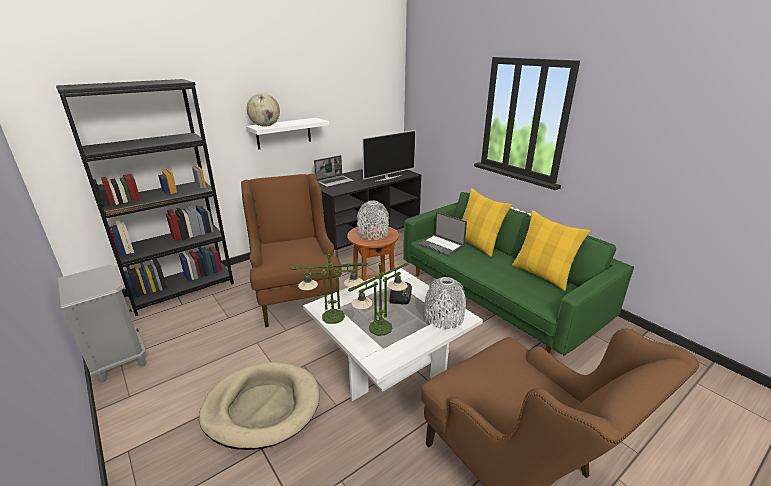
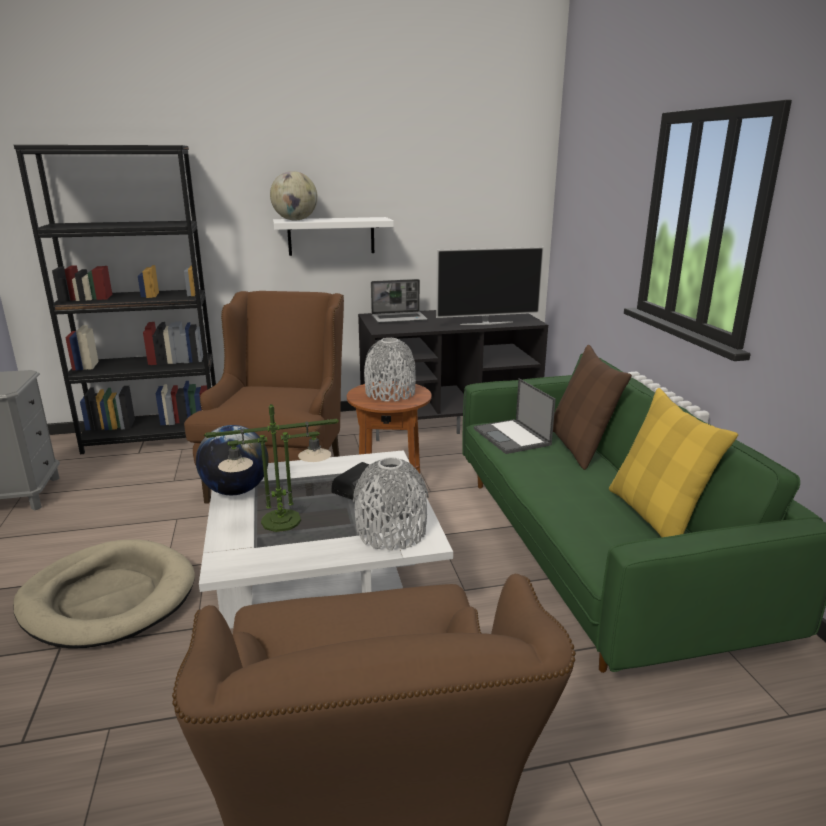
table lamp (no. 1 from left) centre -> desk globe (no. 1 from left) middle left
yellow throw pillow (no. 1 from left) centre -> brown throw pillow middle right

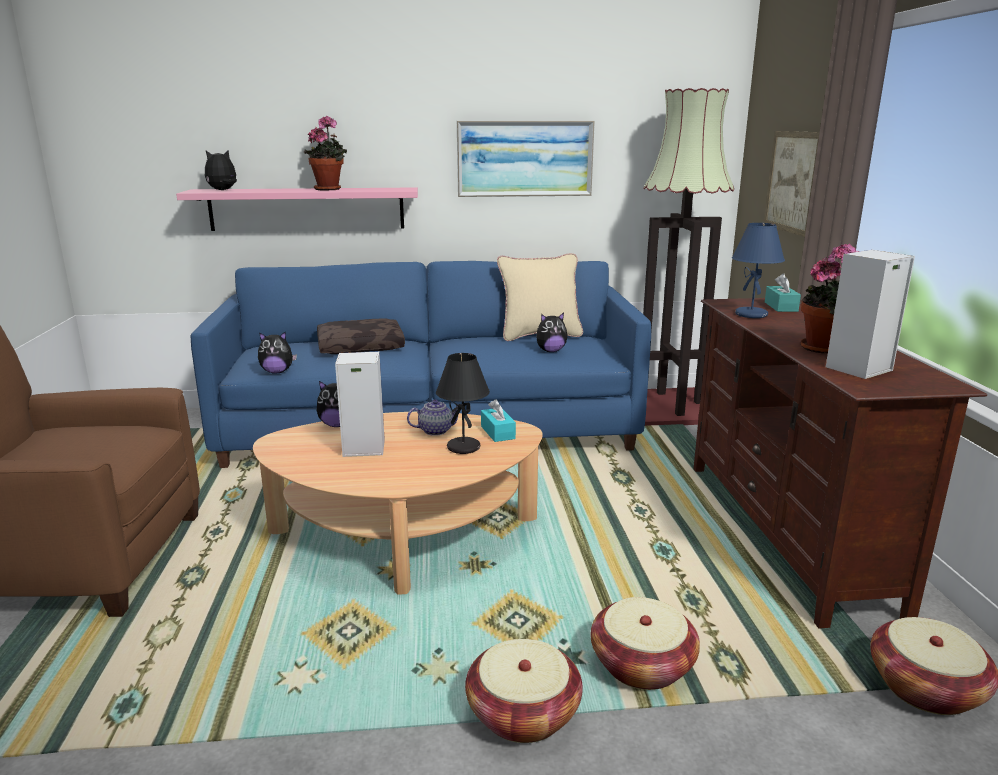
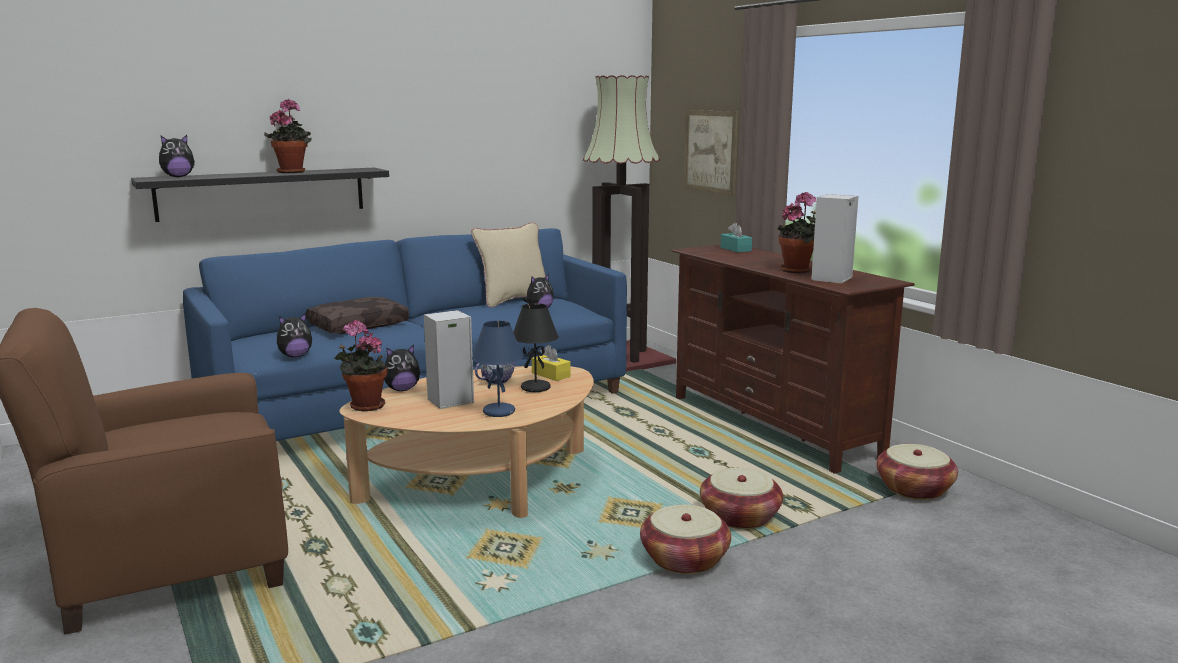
pink-coloured bracket shelf top left -> black-coloured bracket shelf top left
soft toy (no. 1 from left) top left, 150 degrees counterclockwise
none -> houseplant (no. 2 from left) middle left
blue table lamp middle right -> blue table lamp centre, relocated
blue-green tissue box (no. 1 from left) centre -> yellow tissue box centre
picture (no. 1 from left) top centre -> none

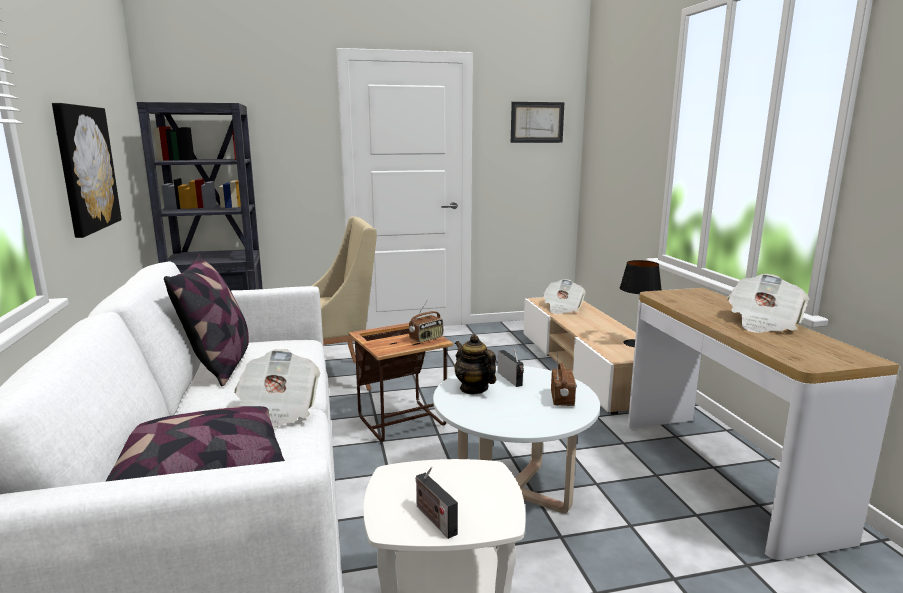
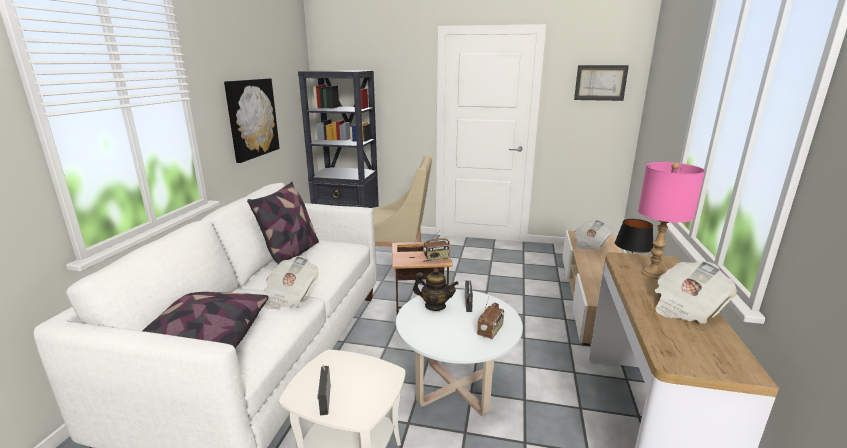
tea pot centre, 120 degrees clockwise
none -> pink-coloured table lamp middle right

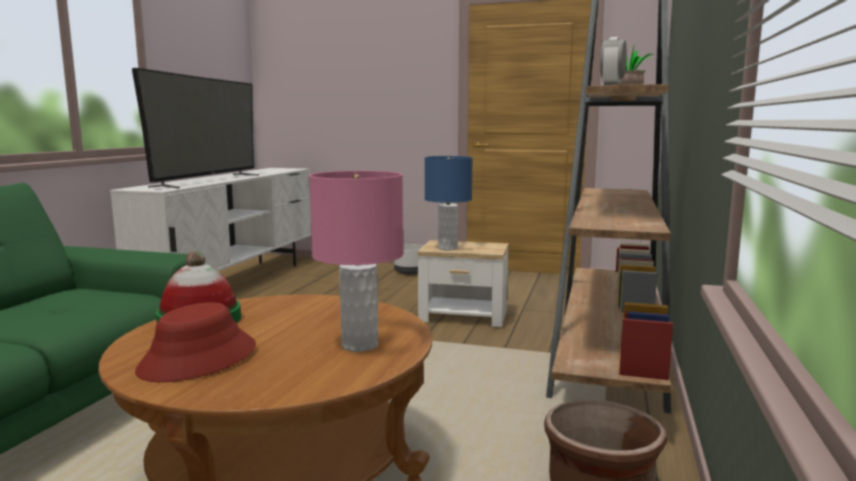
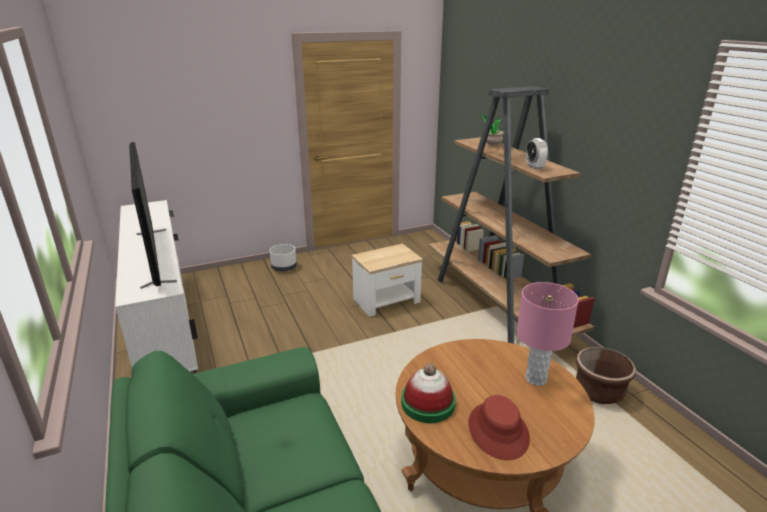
blue table lamp centre -> none

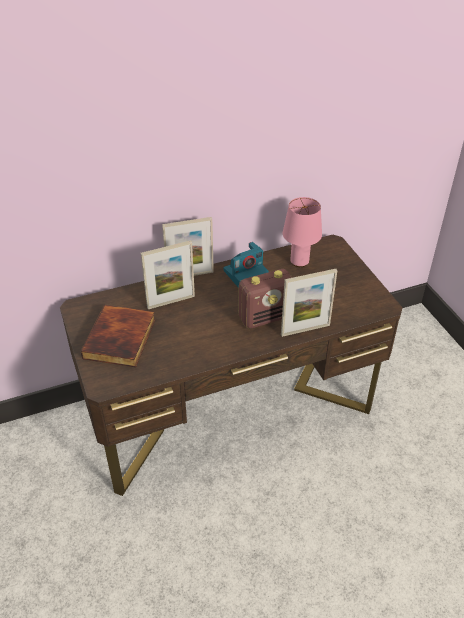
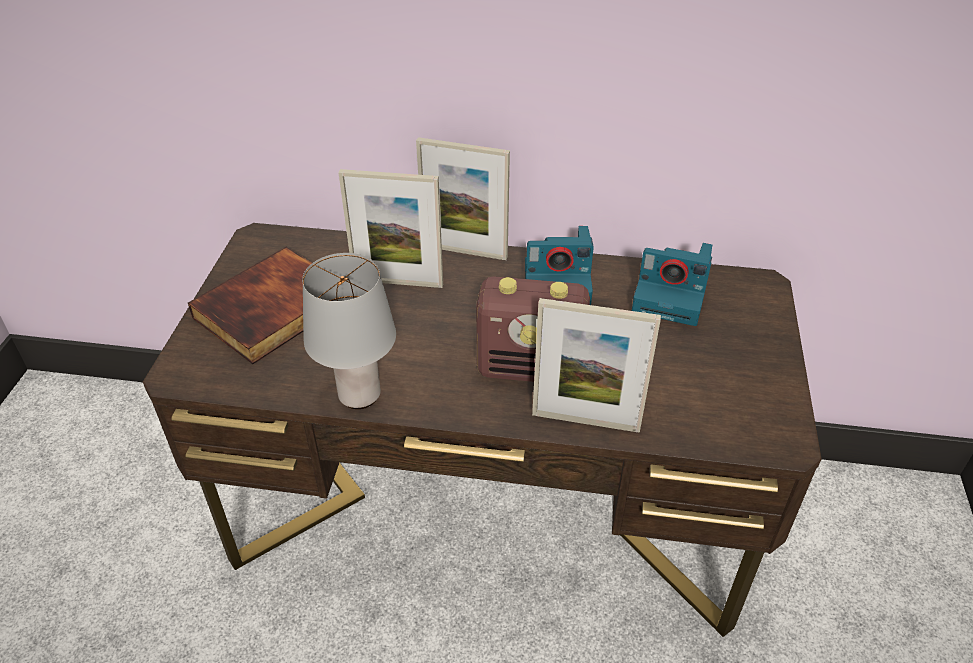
none -> grey table lamp centre
pink-coloured table lamp centre -> still camera (no. 2 from left) middle right

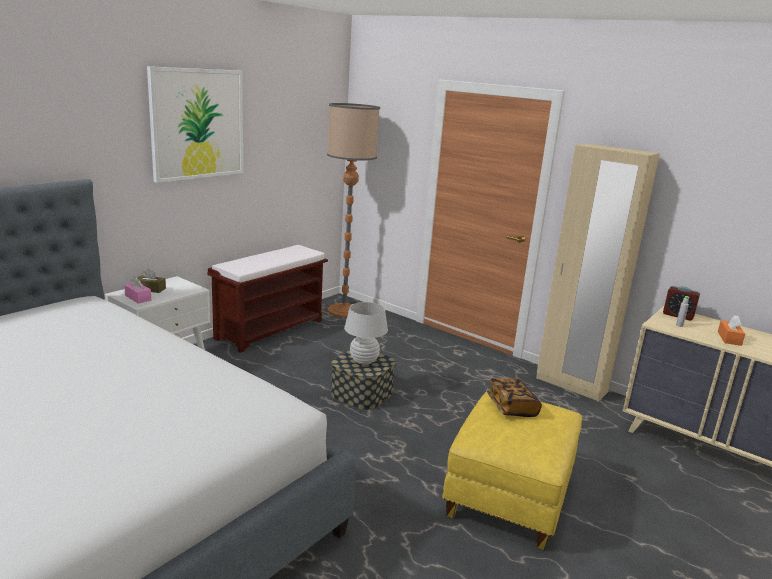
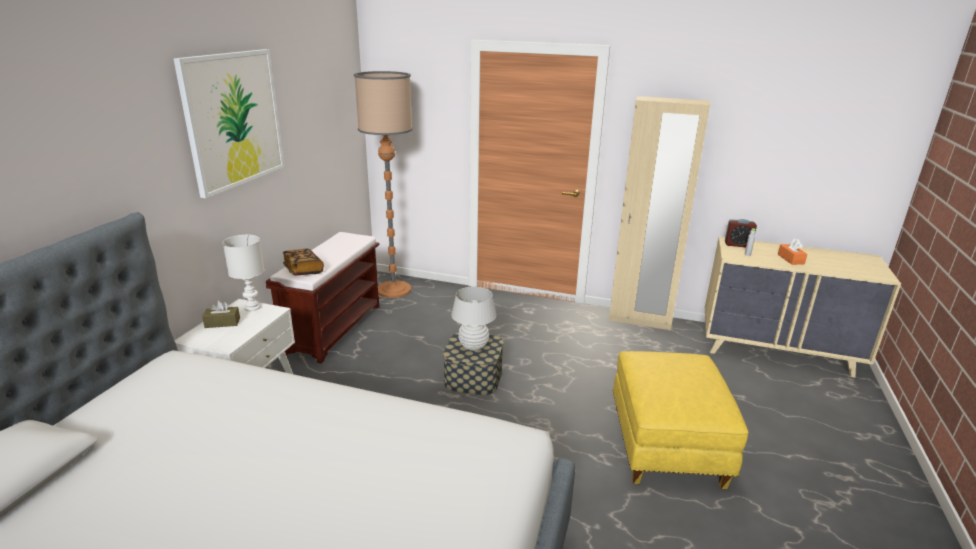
none -> white table lamp (no. 1 from left) middle left
book bottom centre -> book middle left, relocated
pink-coloured tissue box middle left -> none

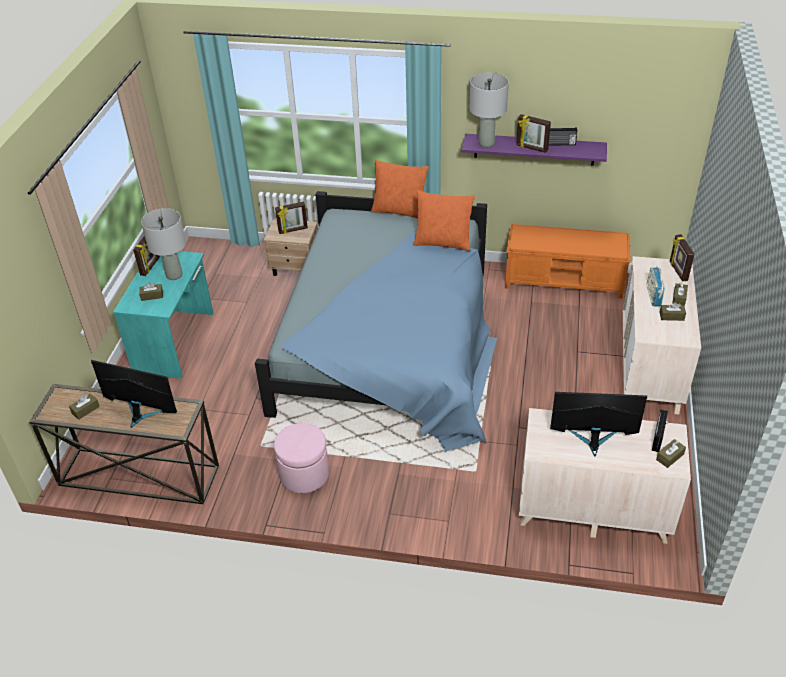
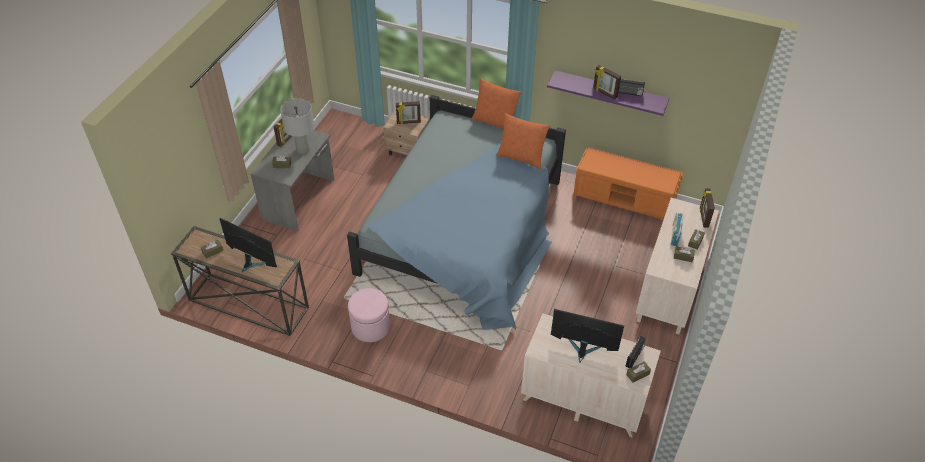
blue-green desk unit middle left -> grey desk unit middle left
grey table lamp (no. 2 from left) top centre -> none

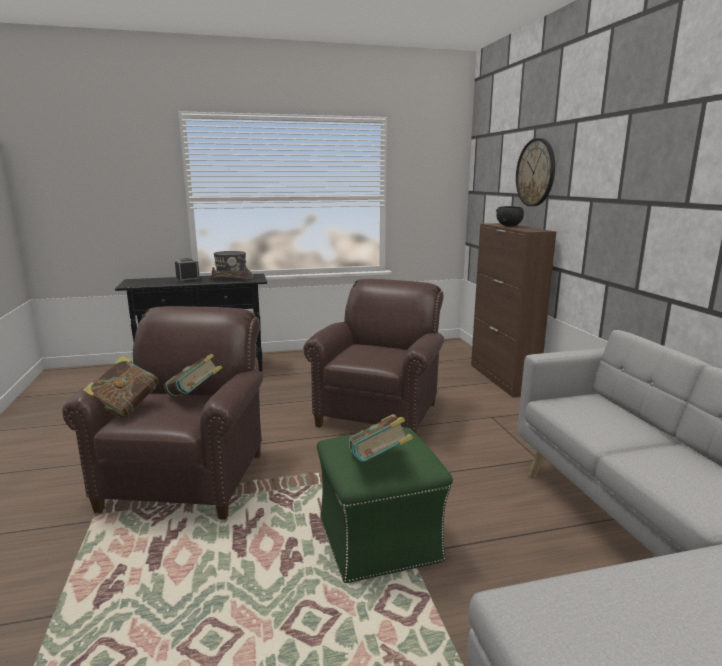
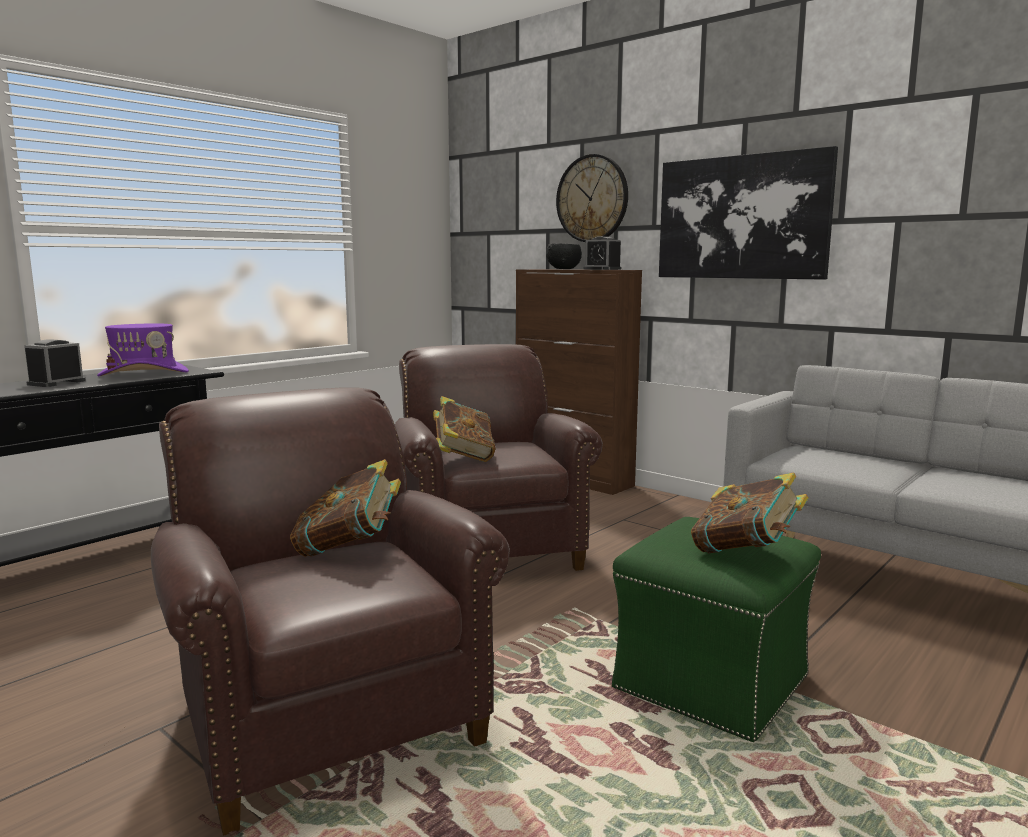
grey clothing hat middle left -> purplish clothing hat middle left
book (no. 1 from left in the first image) middle left -> book (no. 2 from left) centre, relocated
none -> alarm clock (no. 2 from left) top centre
none -> picture top right

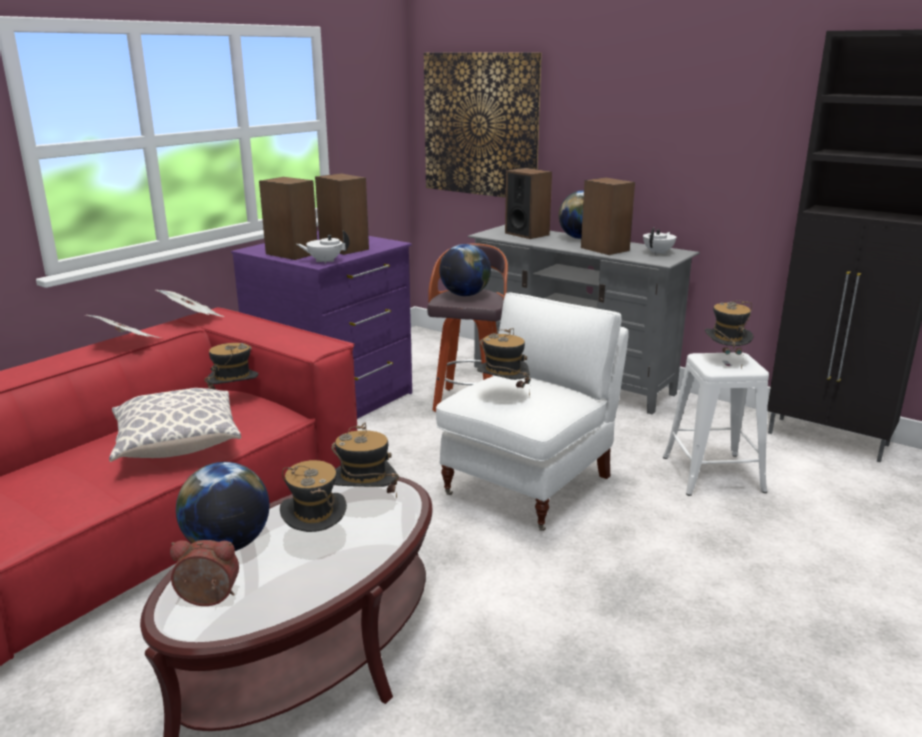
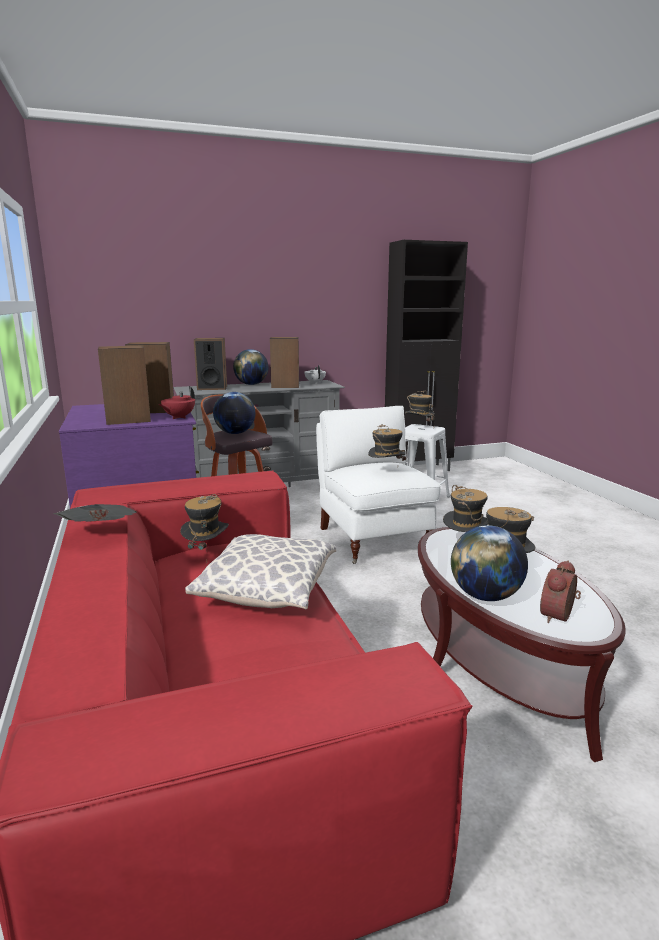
white tea pot (no. 1 from left) centre -> red tea pot middle left
printed paper (no. 2 from left) middle left -> none
picture top centre -> none

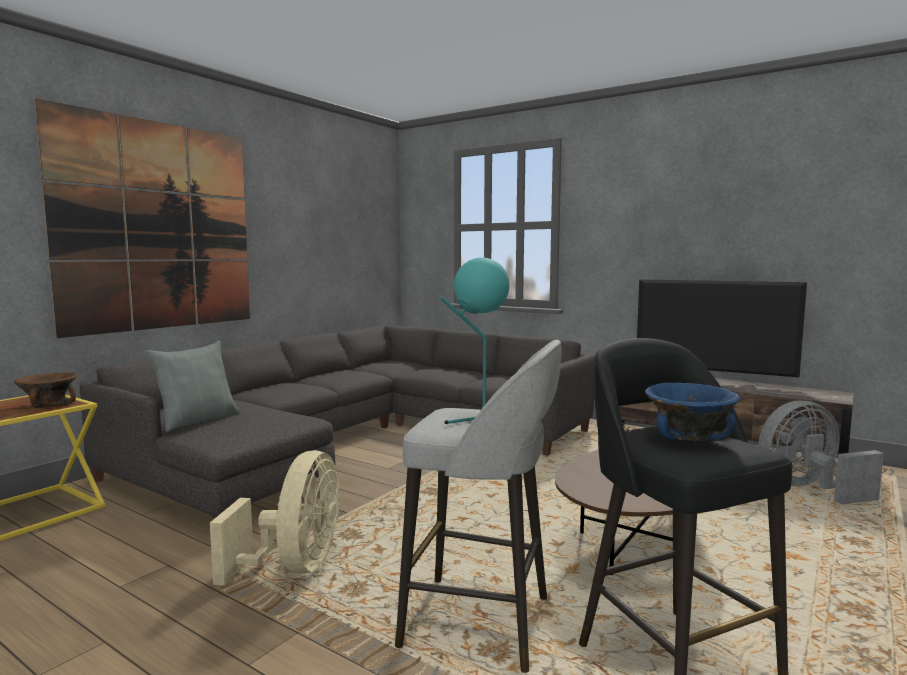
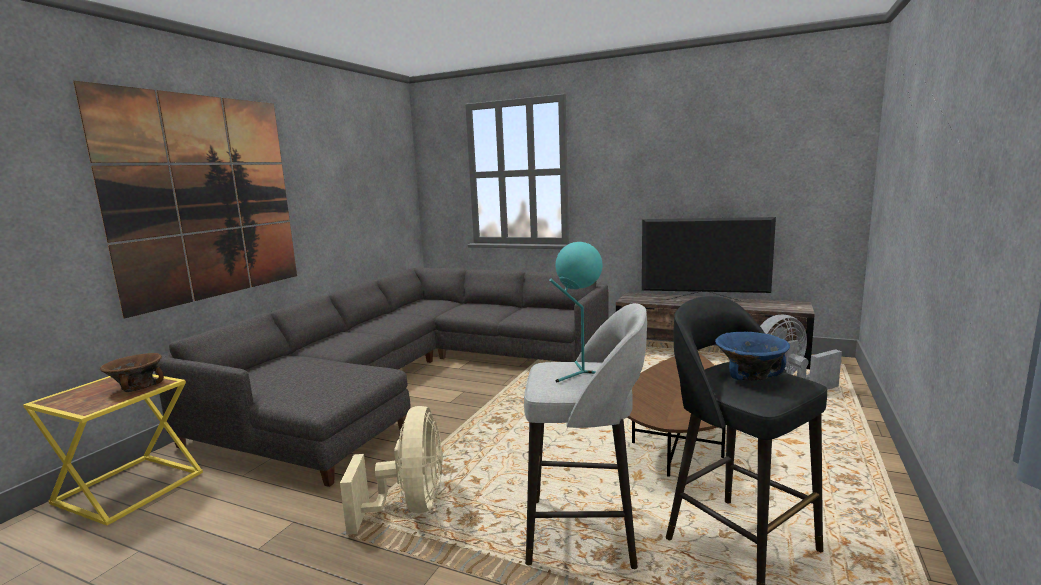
grey throw pillow middle left -> none

